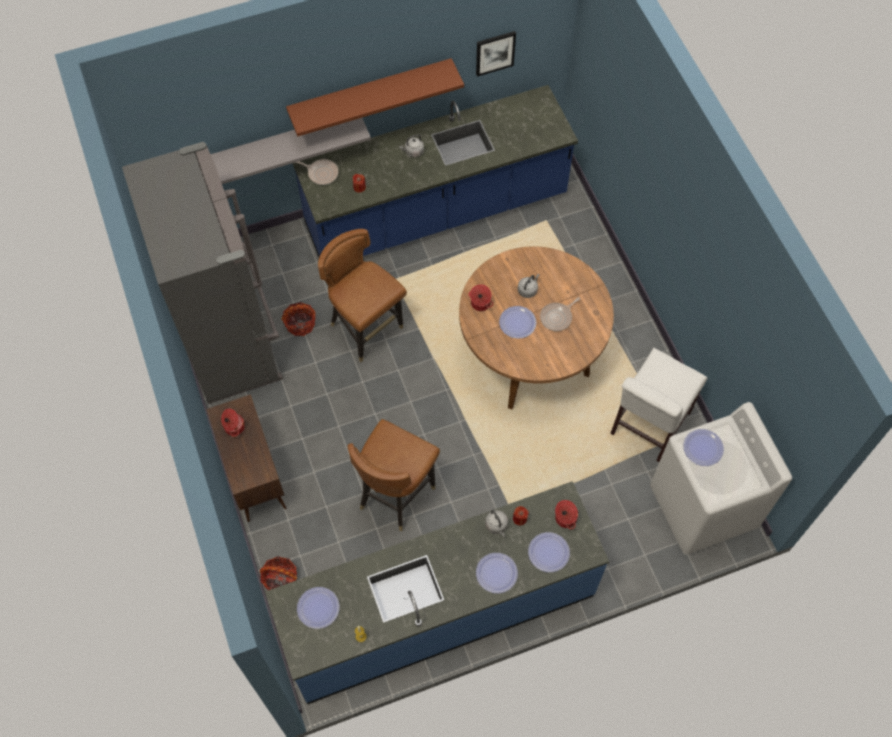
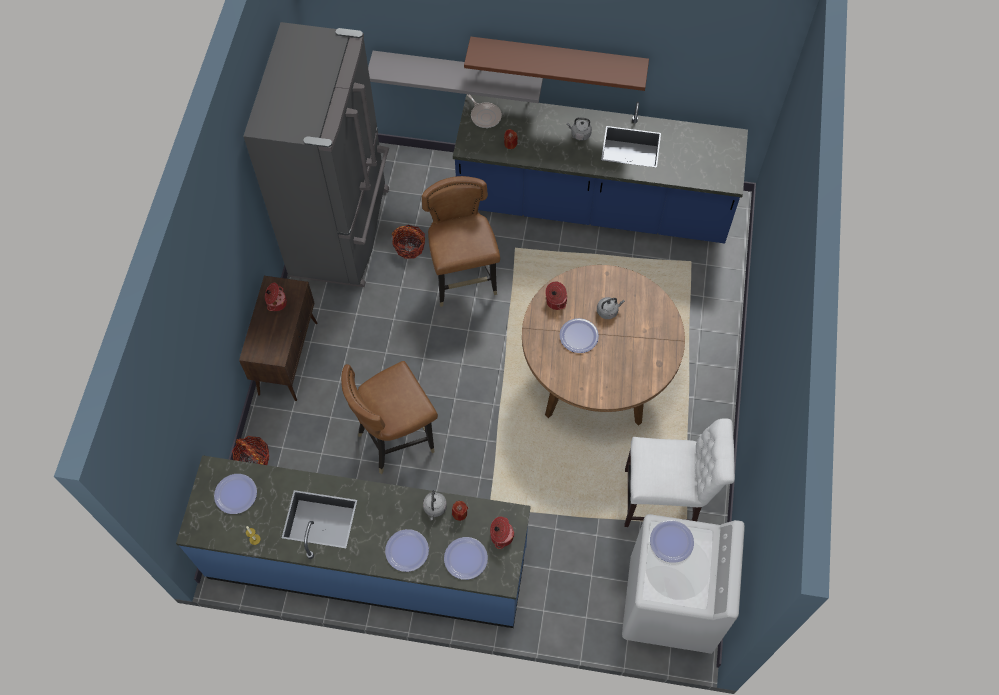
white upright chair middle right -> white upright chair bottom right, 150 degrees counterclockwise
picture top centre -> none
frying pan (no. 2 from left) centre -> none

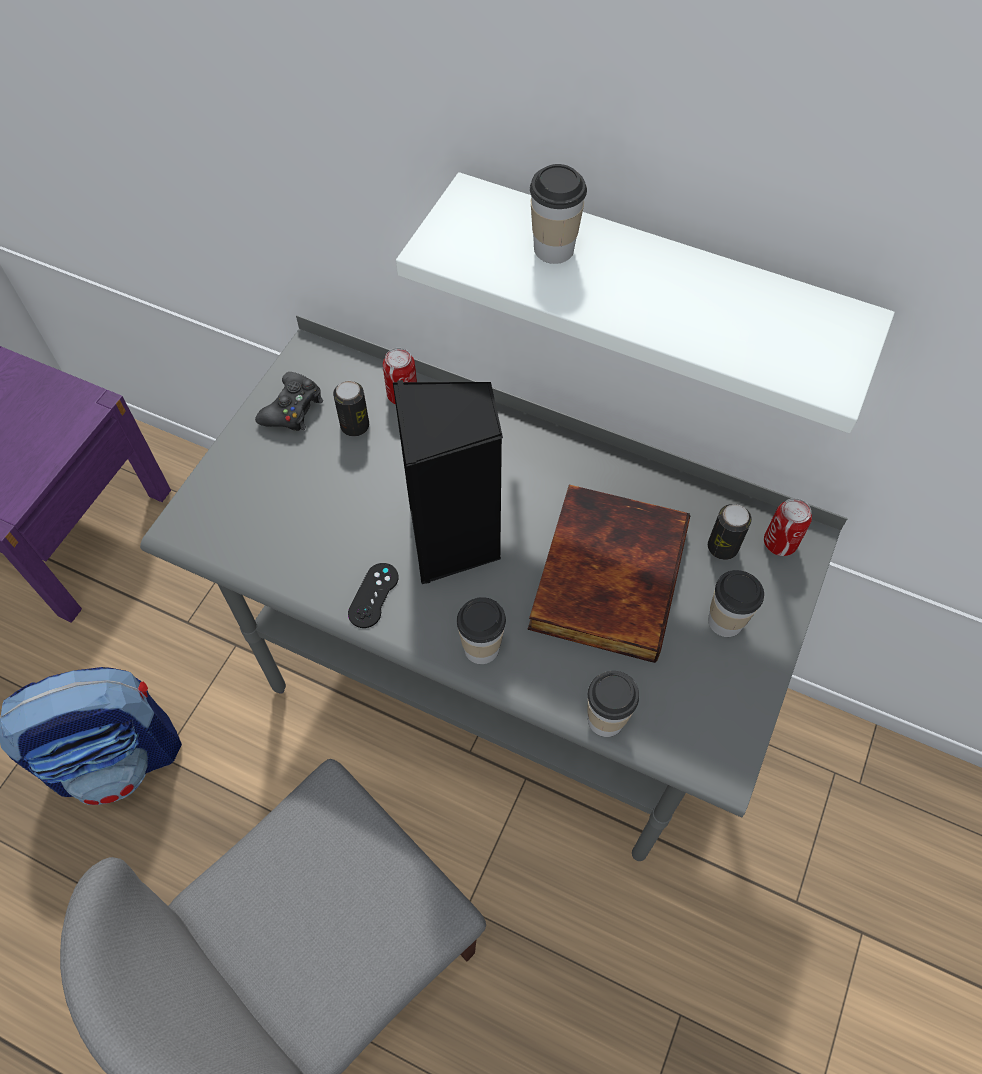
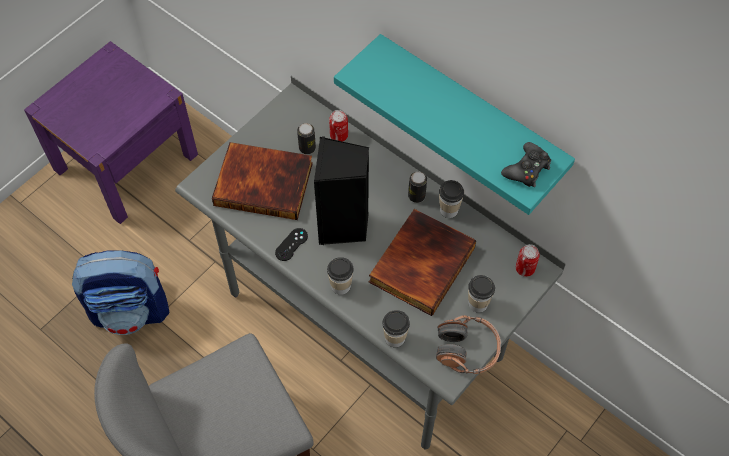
none -> book (no. 1 from left) centre
white bracket shelf top centre -> blue-green bracket shelf top centre
sealed can (no. 3 from left) middle right -> sealed can (no. 3 from left) centre, relocated
none -> headphones bottom centre
small cup (no. 2 from left in the first image) top centre -> small cup (no. 3 from left) centre, relocated
black-coloured gamepad (no. 1 from left in the first image) middle left -> black-coloured gamepad (no. 2 from left) middle right, relocated

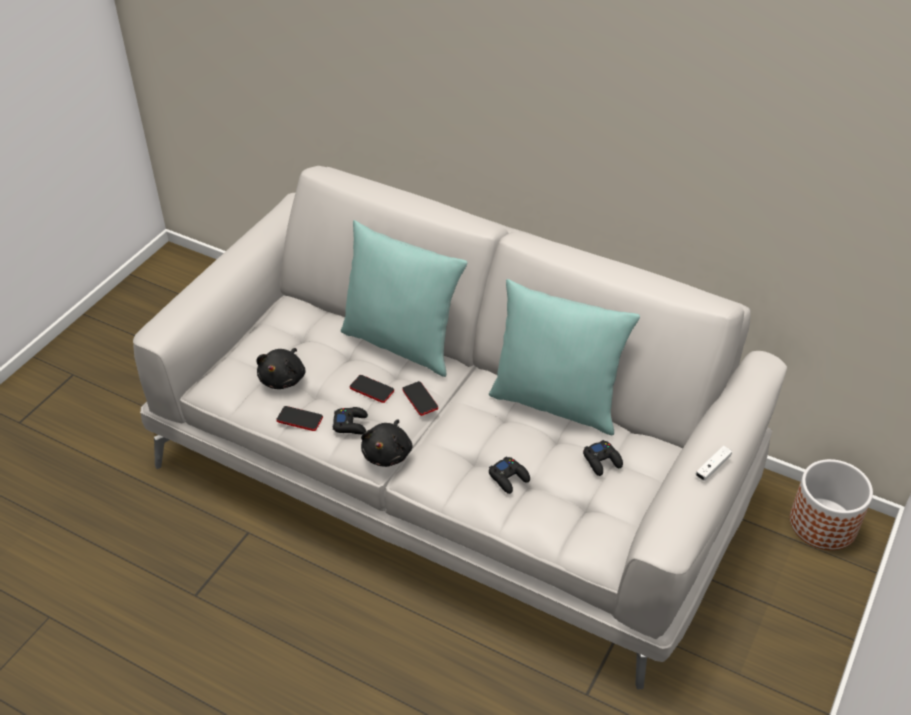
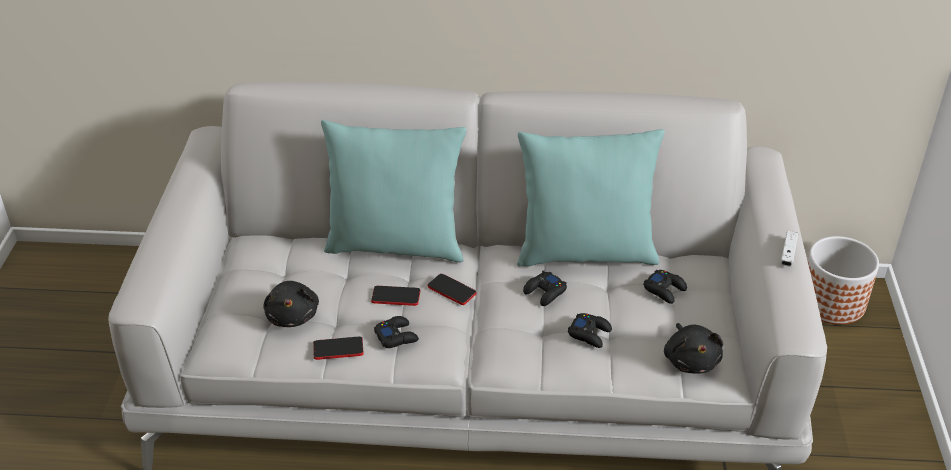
none -> black-coloured gamepad (no. 2 from left) centre
black-coloured soft toy (no. 2 from left) centre -> black-coloured soft toy (no. 2 from left) bottom right, relocated

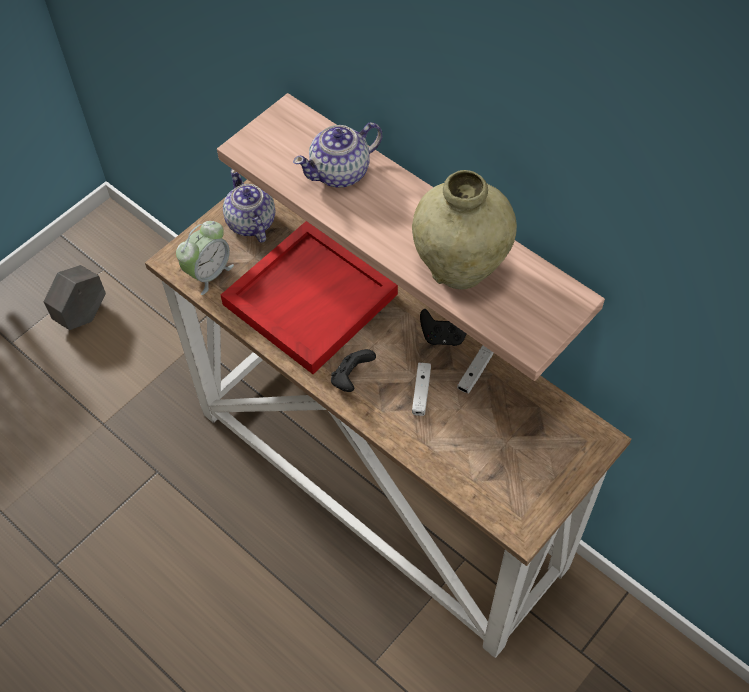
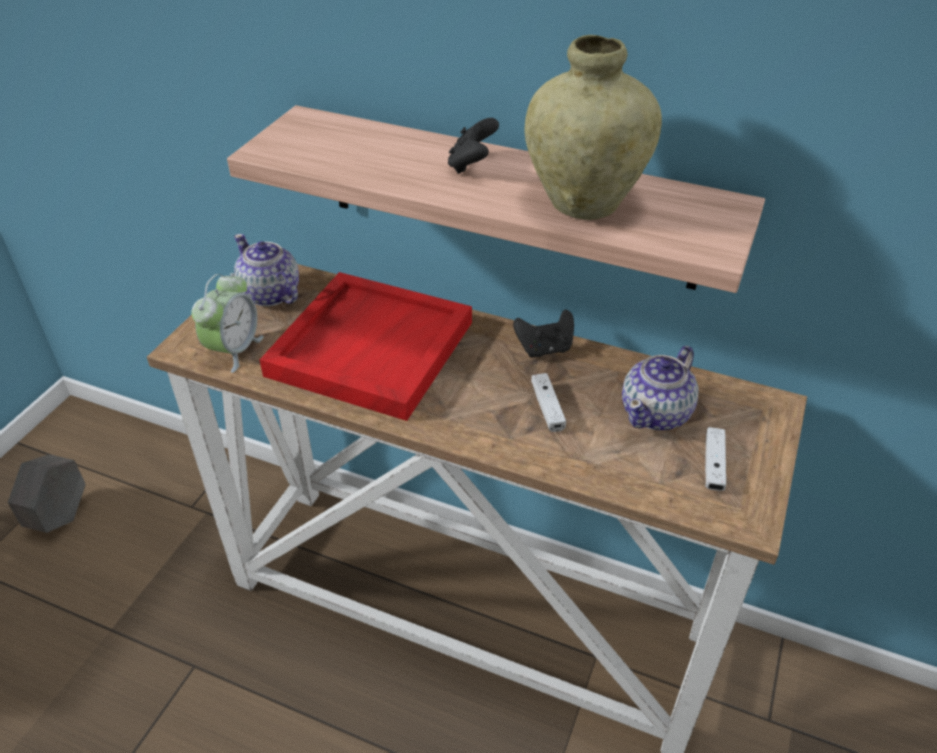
black-coloured gamepad (no. 1 from left) centre -> black-coloured gamepad (no. 1 from left) top centre, relocated
tea pot (no. 2 from left) top centre -> tea pot (no. 2 from left) middle right, relocated
white gamepad (no. 2 from left) centre -> white gamepad (no. 2 from left) middle right, relocated

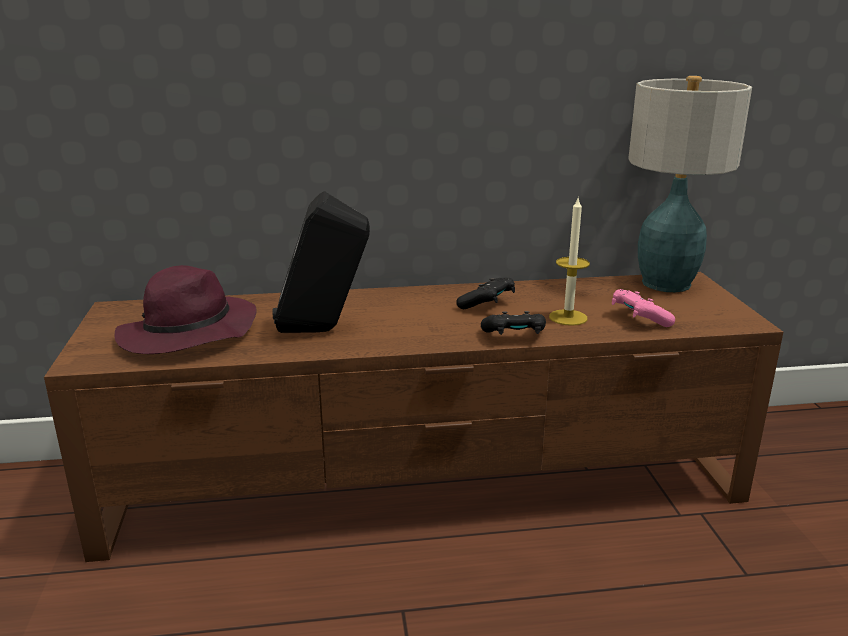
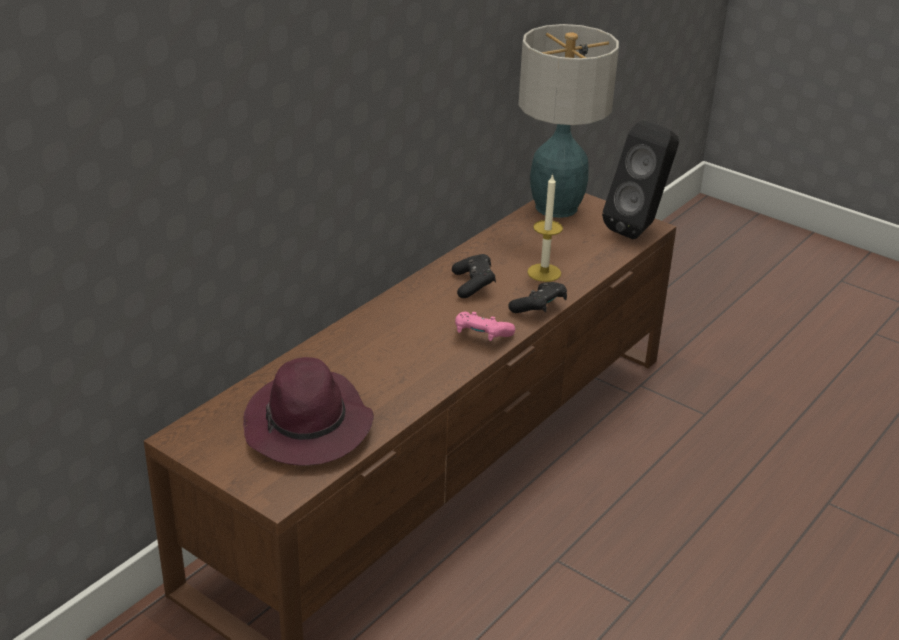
pink-coloured gamepad middle right -> pink-coloured gamepad centre, relocated
black-coloured loudspeaker centre -> black-coloured loudspeaker top right, relocated

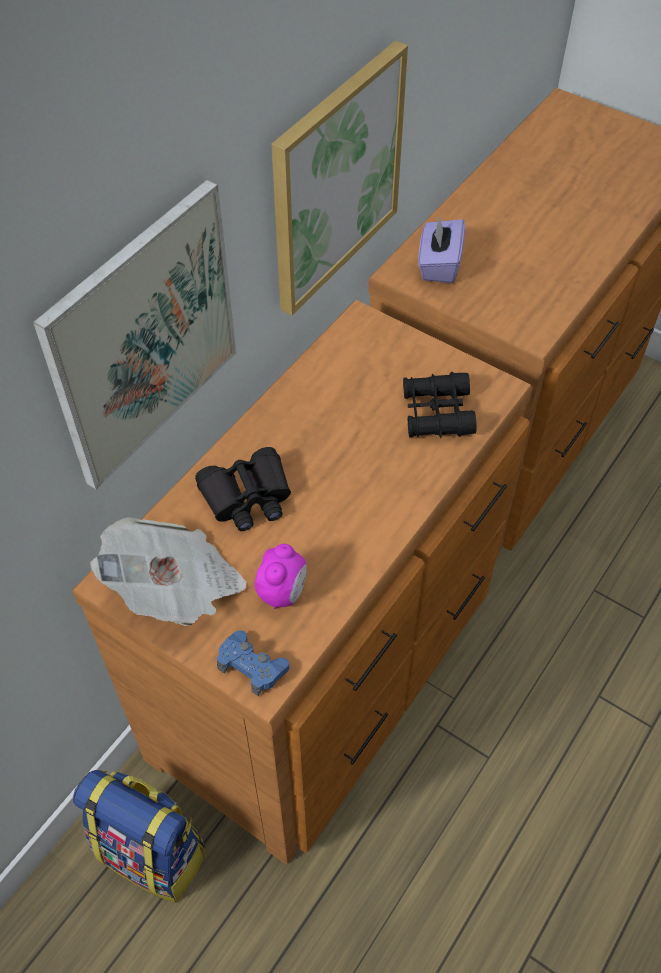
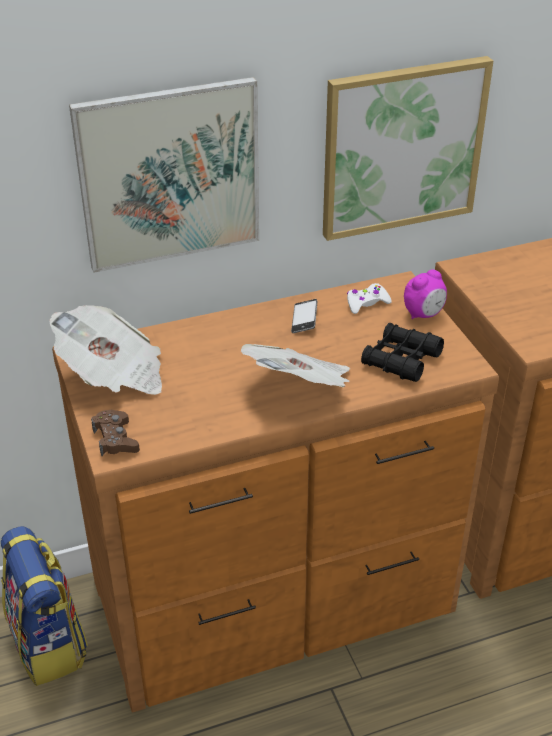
blue gamepad bottom centre -> brown gamepad middle left
none -> printed paper (no. 2 from left) centre
none -> handset centre
none -> white gamepad middle right
alarm clock centre -> alarm clock middle right, relocated
black-coloured field glasses (no. 1 from left) centre -> none
purplish tissue box top right -> none

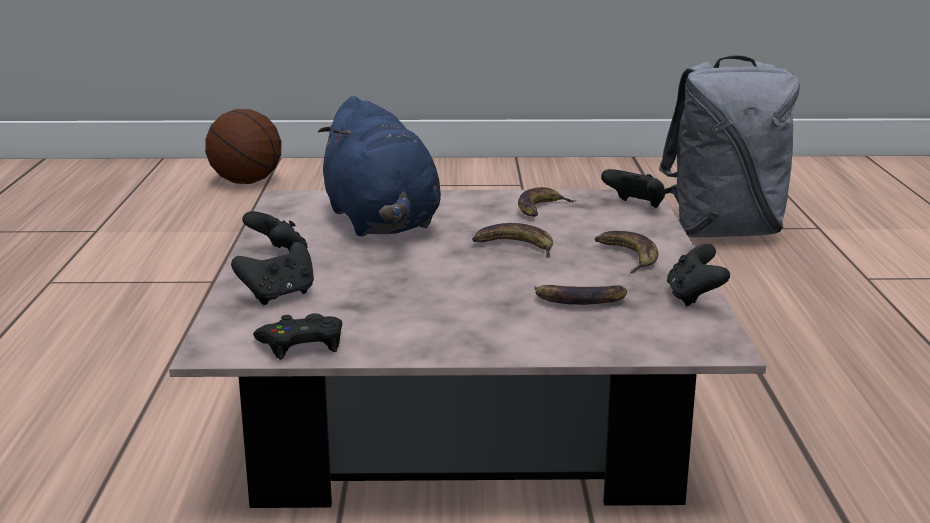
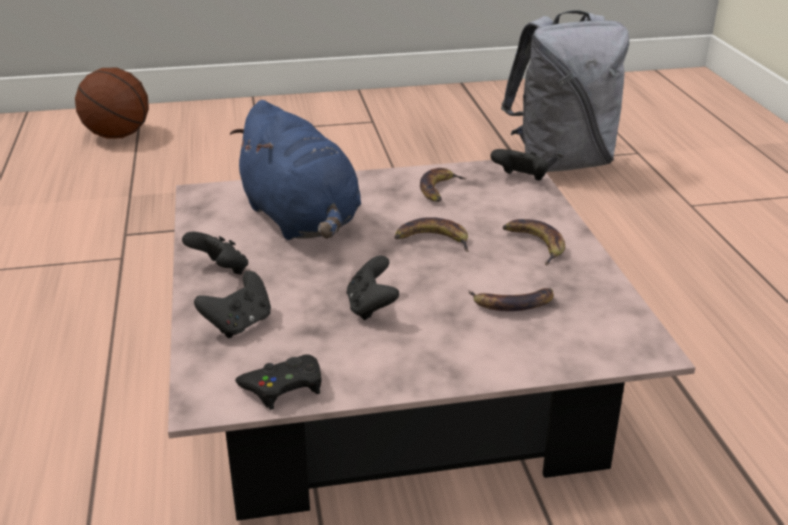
black-coloured gamepad (no. 5 from left in the first image) middle right -> black-coloured gamepad (no. 4 from left) centre, relocated

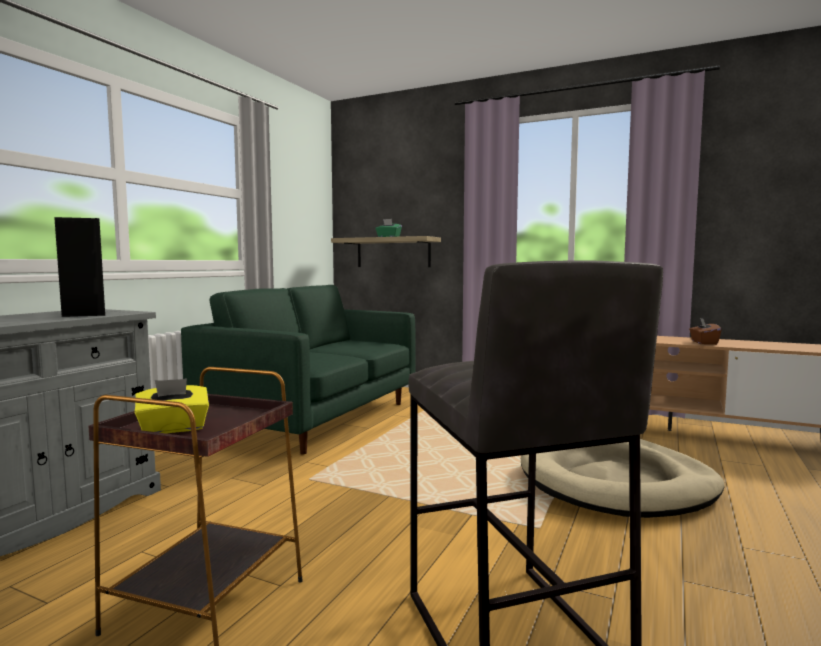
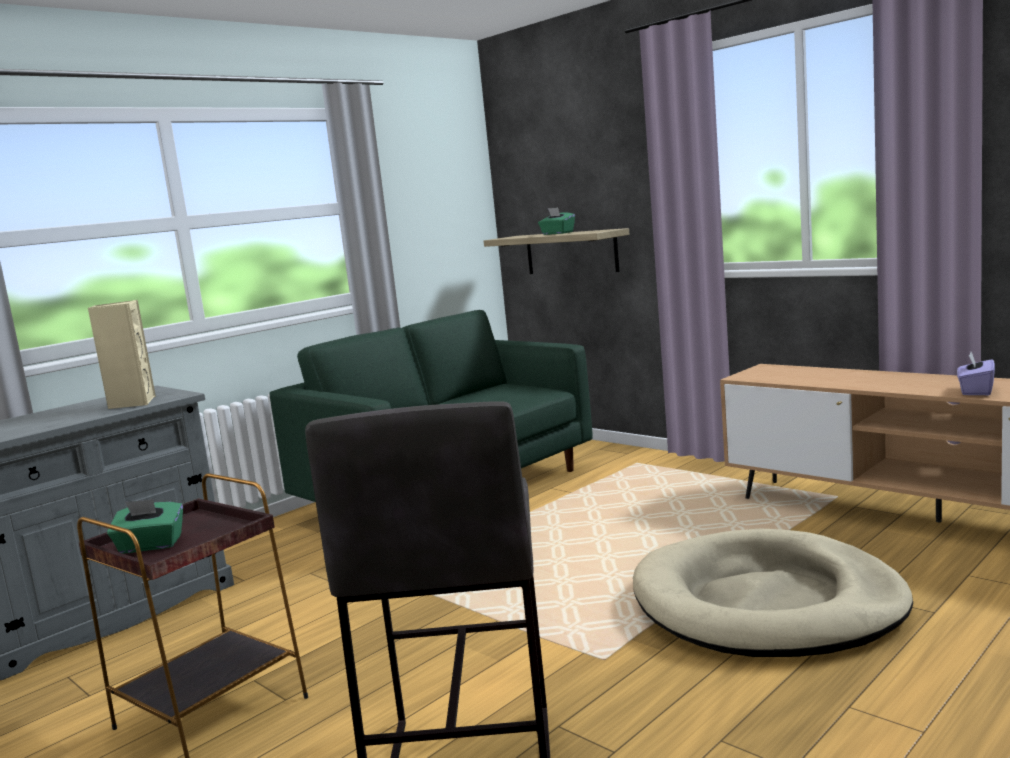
black-coloured loudspeaker middle left -> beige loudspeaker middle left
yellow tissue box middle left -> green tissue box (no. 1 from left) bottom left
brown tissue box middle right -> purplish tissue box middle right

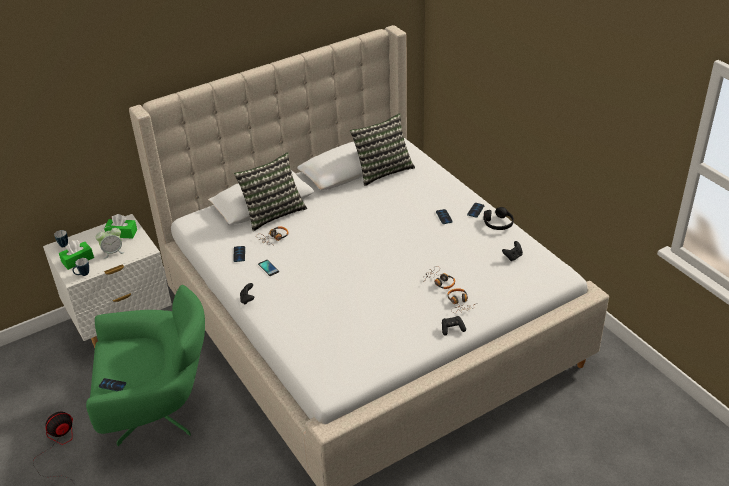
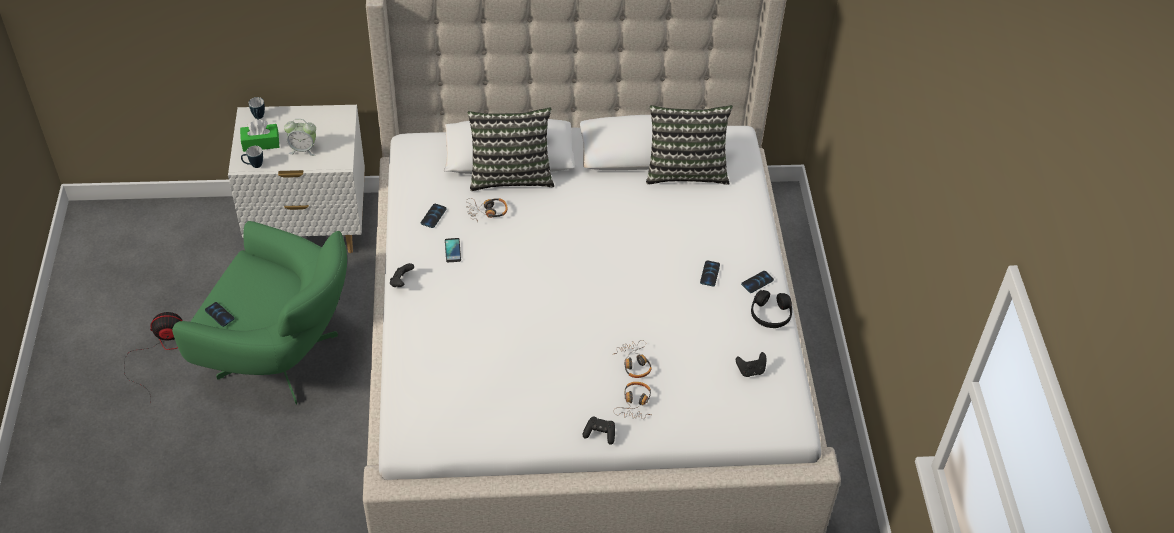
green tissue box (no. 2 from left) middle left -> none

